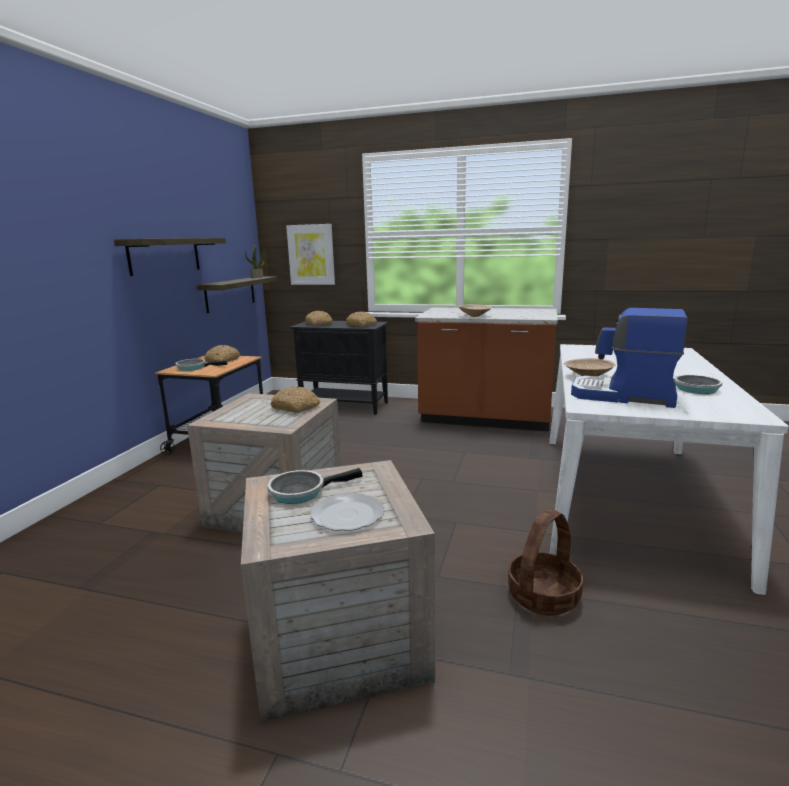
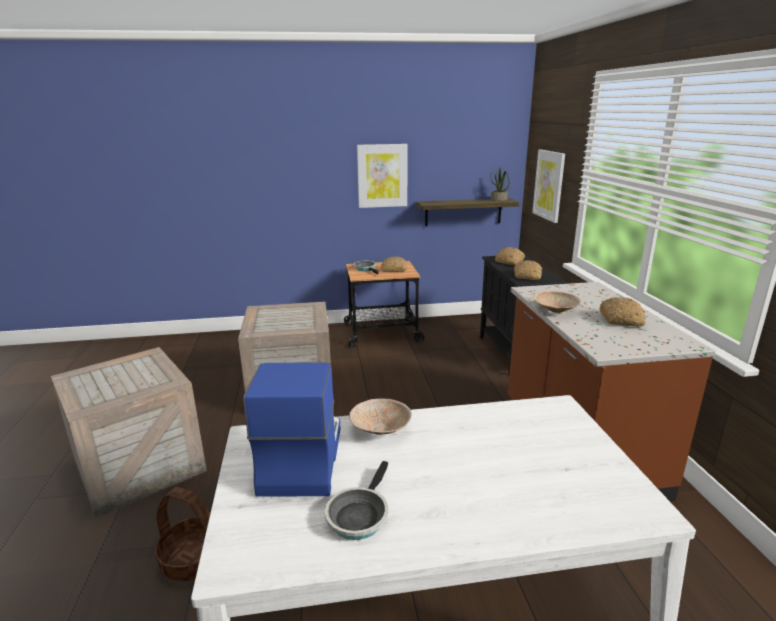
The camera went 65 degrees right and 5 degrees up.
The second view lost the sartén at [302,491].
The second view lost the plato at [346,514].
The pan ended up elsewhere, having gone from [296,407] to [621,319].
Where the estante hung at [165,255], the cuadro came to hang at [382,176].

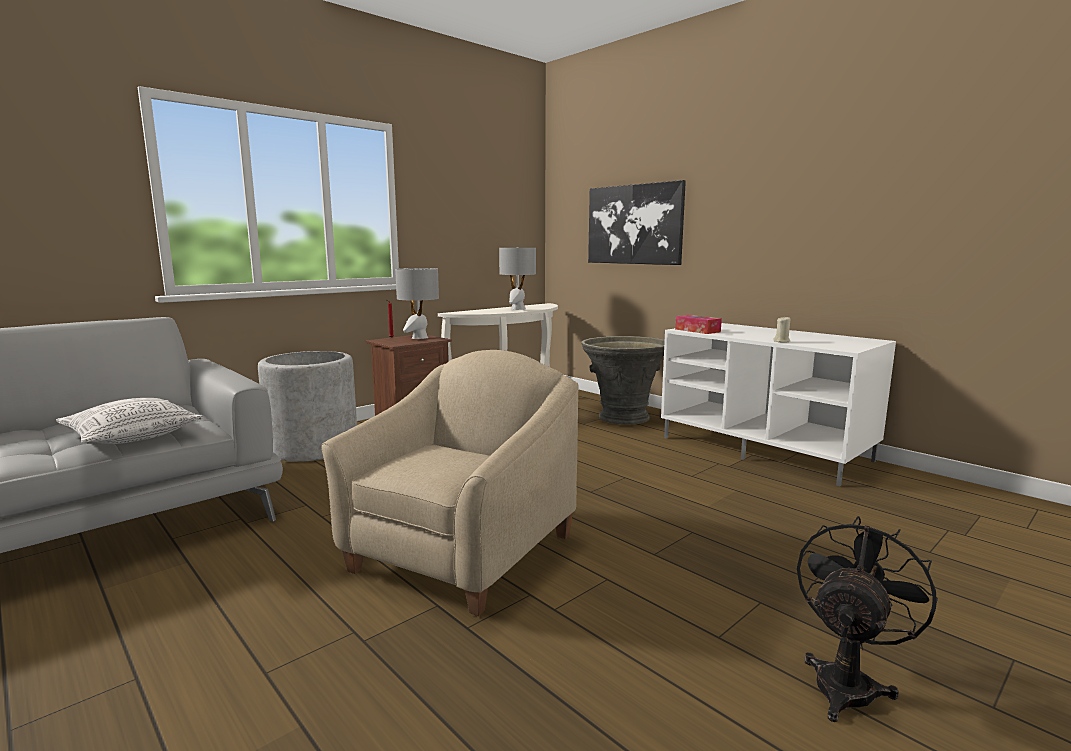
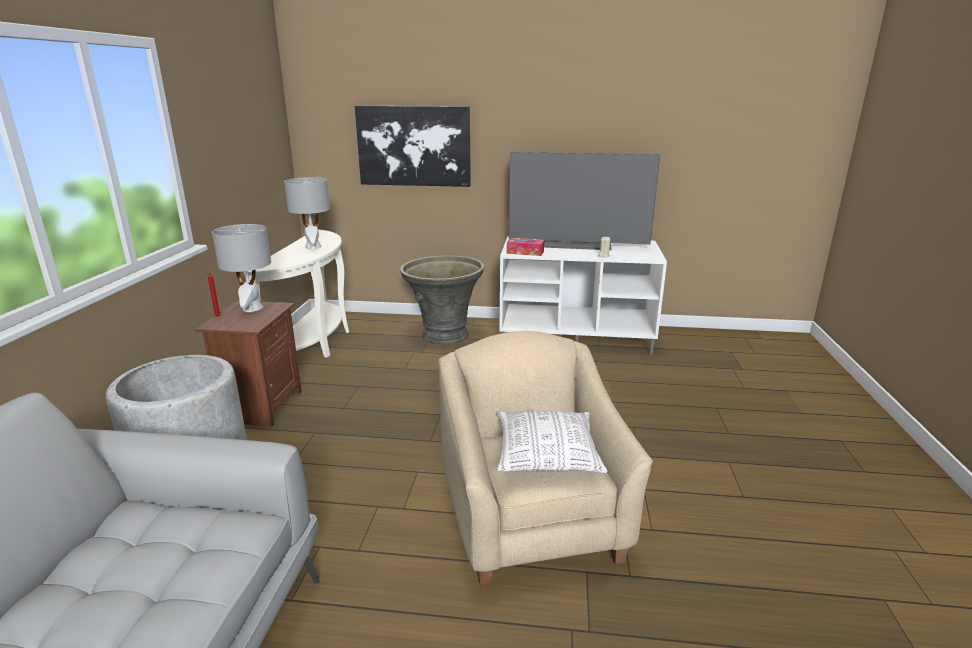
The camera went 40 degrees left and 10 degrees up.
The second view lost the ventilador/negro at [847,682].
The second view gained the televisor at [577,244].
The cojín ended up elsewhere, having gone from [133,437] to [546,455].

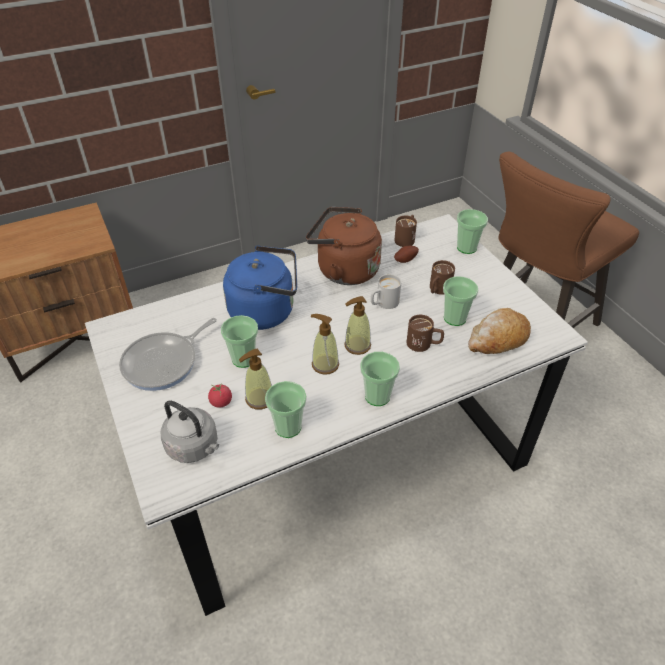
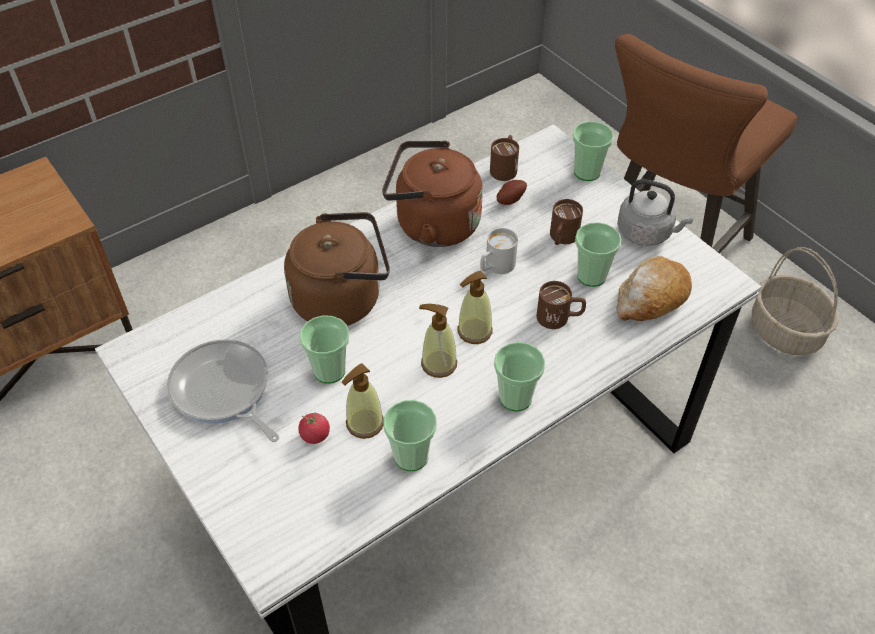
The camera went 10 degrees left and 5 degrees up.
The second view gained the cesta at [786,331].
The hervidor/gris ended up elsewhere, having gone from [194,447] to [647,233].
What was the hervidor/azul at [266,311] turned into the hervidor/marrón at [342,298].
The sartén at [164,363] ended up facing another way, 105 degrees clockwise from before.

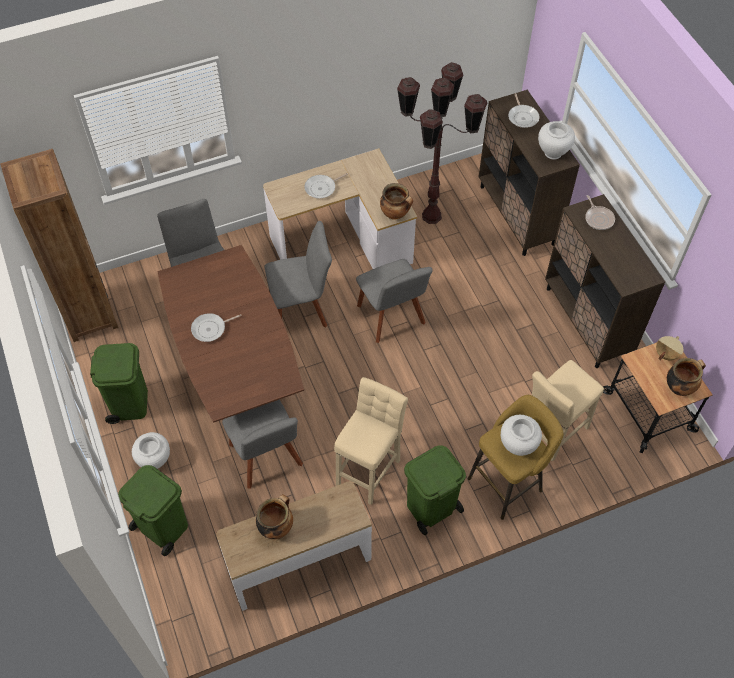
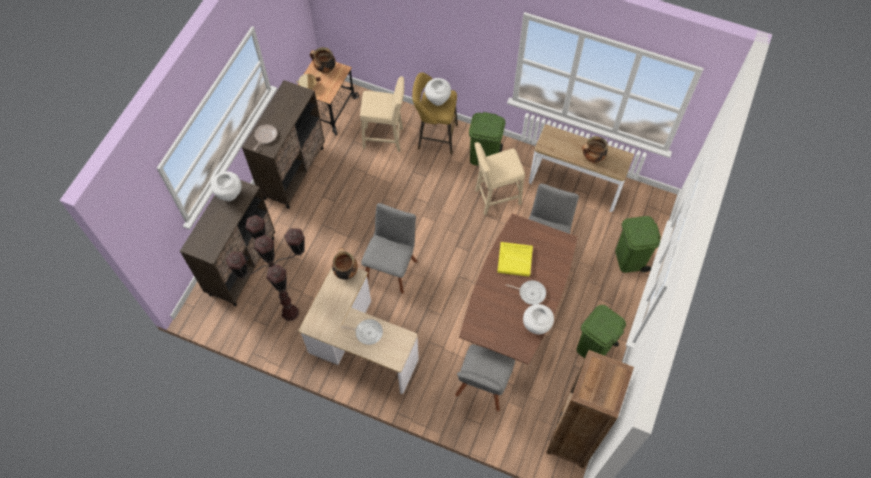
The camera went 135 degrees left and 5 degrees up.
The second view lost the silla/gris at [301,309].
The second view lost the sartén at [522,117].
The second view gained the bandeja/amarillo at [515,259].
The florero/blanco ended up elsewhere, having gone from [154,461] to [536,326].

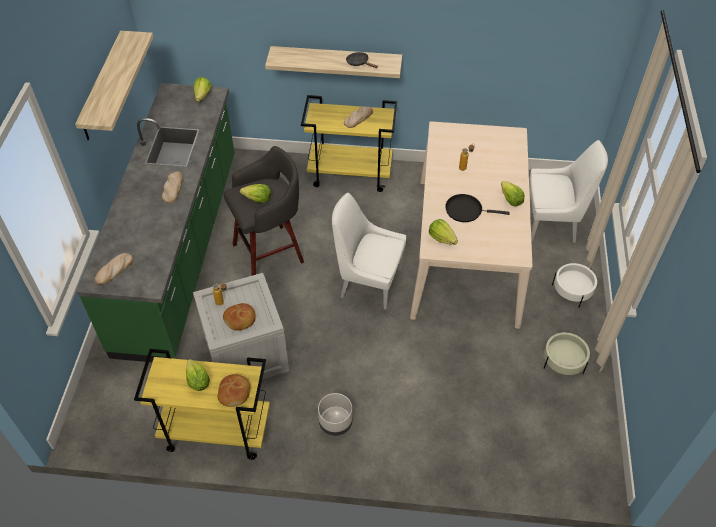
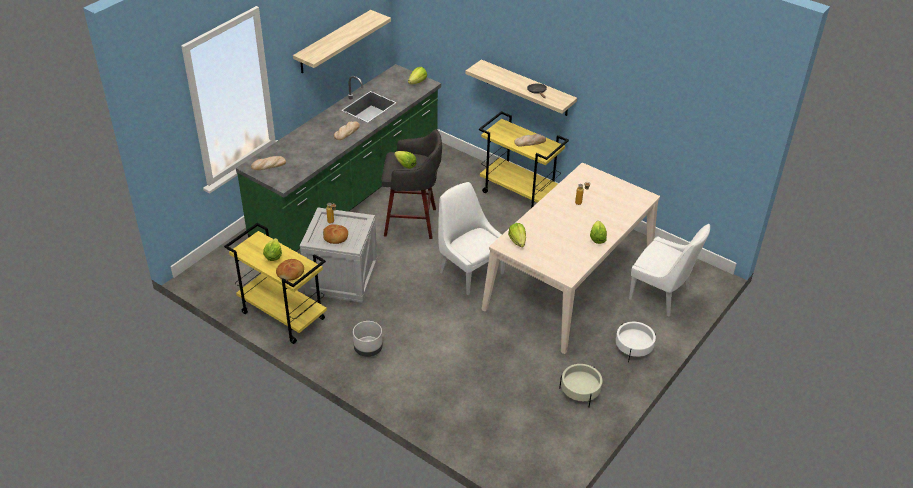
The camera went 30 degrees right and 10 degrees down.
The second view lost the sartén/negro at [466,210].

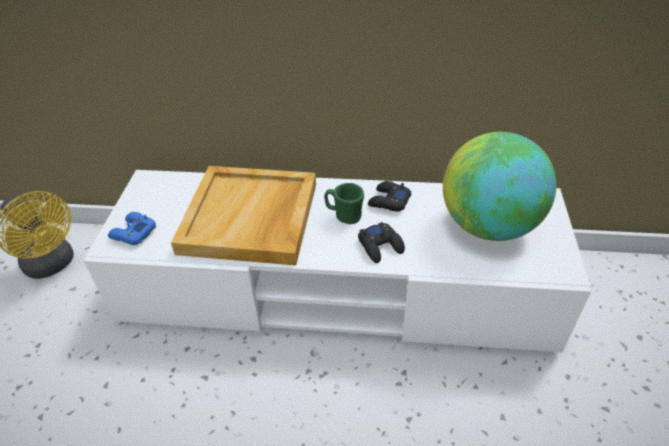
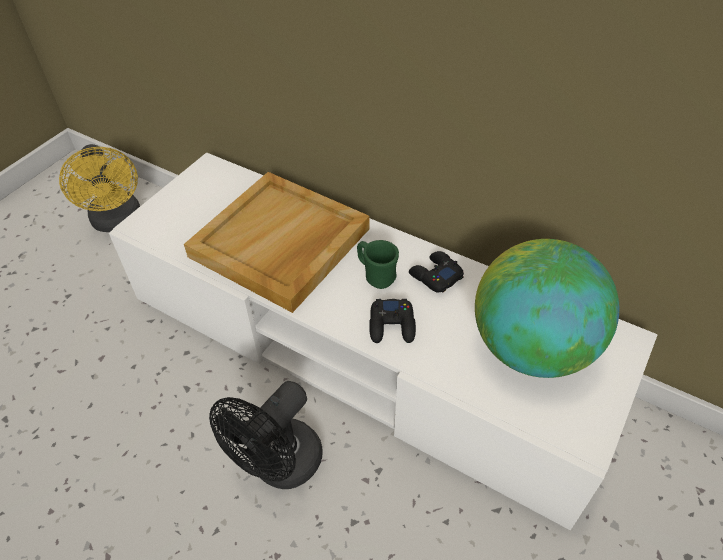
The camera went 25 degrees right and 5 degrees up.
The second view lost the mando de consola/azul at [133,233].
The second view gained the ventilador/negro at [279,466].

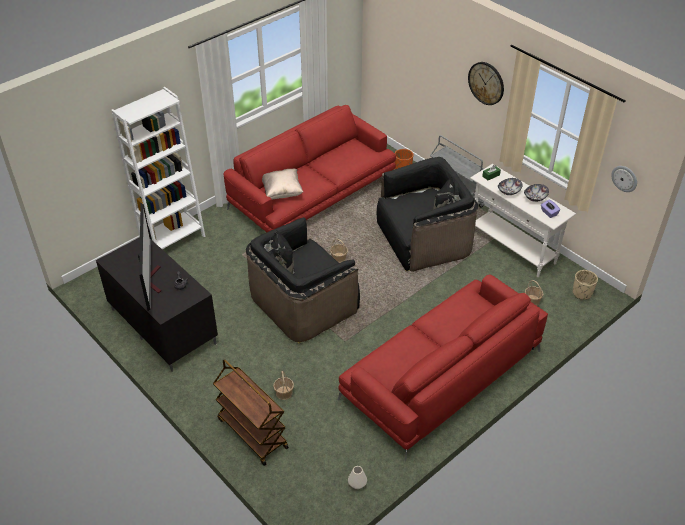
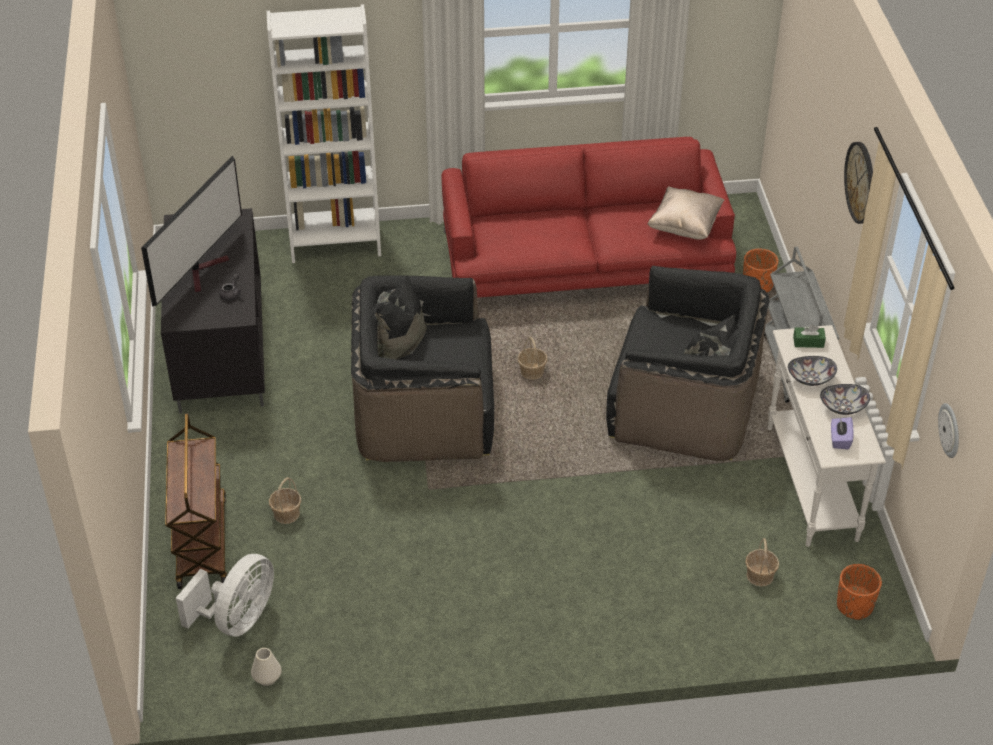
The camera went 35 degrees right and 0 degrees up.
The second view lost the sofá/rojo at [441,375].
The second view gained the ventilador/blanco at [237,619].
The cojín/beis ended up elsewhere, having gone from [282,192] to [685,227].
What was the maceta/beis at [582,293] turned into the maceta/naranja at [854,606].

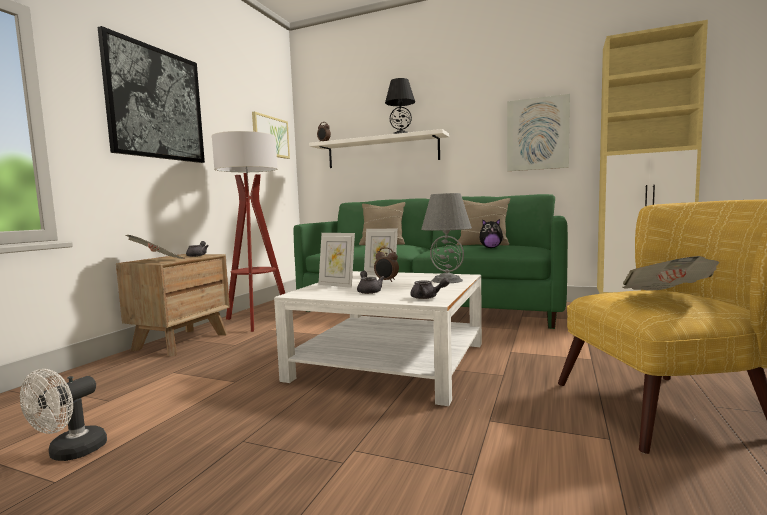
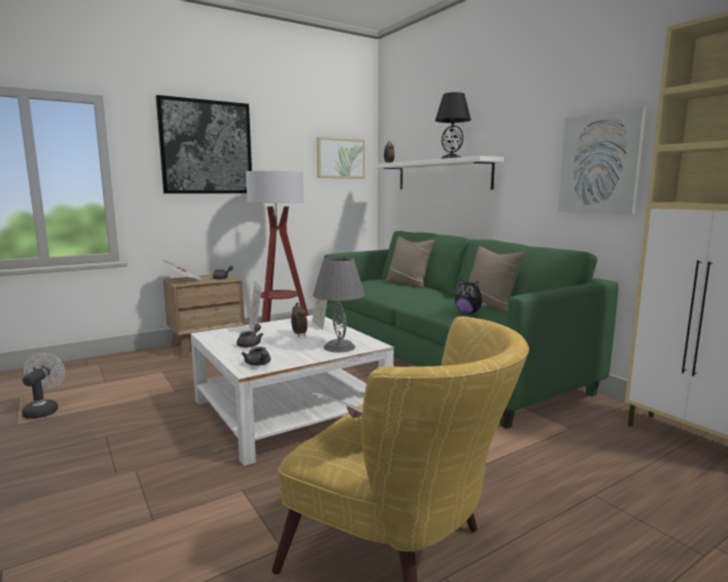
The camera went 35 degrees right and 5 degrees up.
The ventilador/blanco at [70,453] ended up facing another way, 120 degrees clockwise from before.

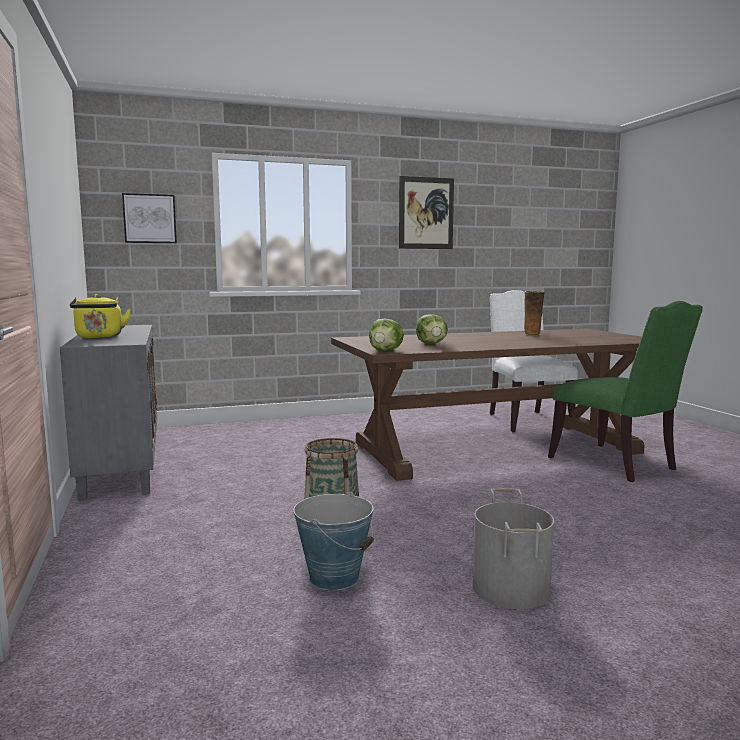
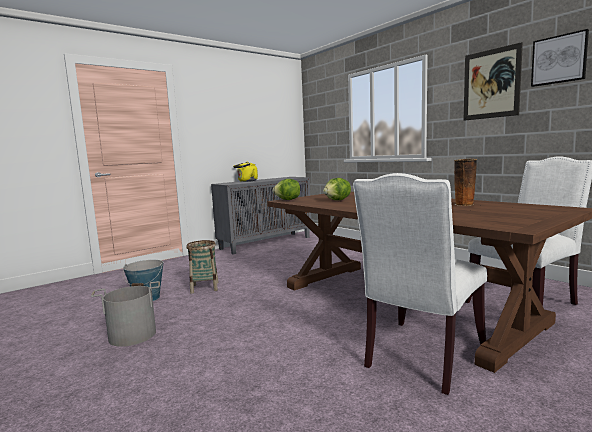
The camera went 70 degrees right and 0 degrees up.
The cuadro ended up elsewhere, having gone from [150,218] to [559,59].
What was the silla/verde at [617,464] turned into the silla/blanco at [421,357].

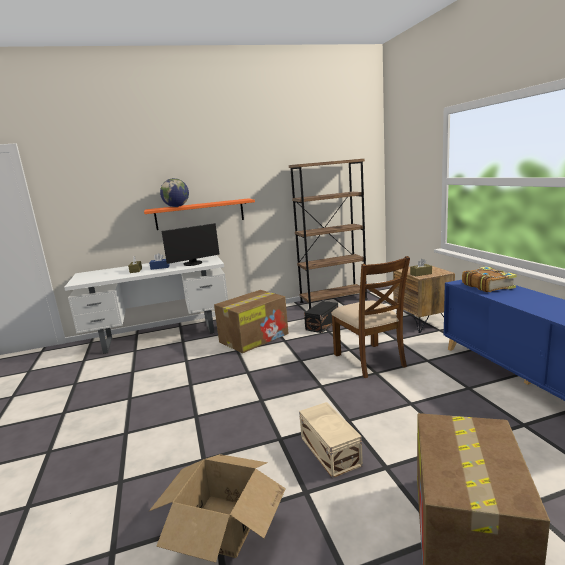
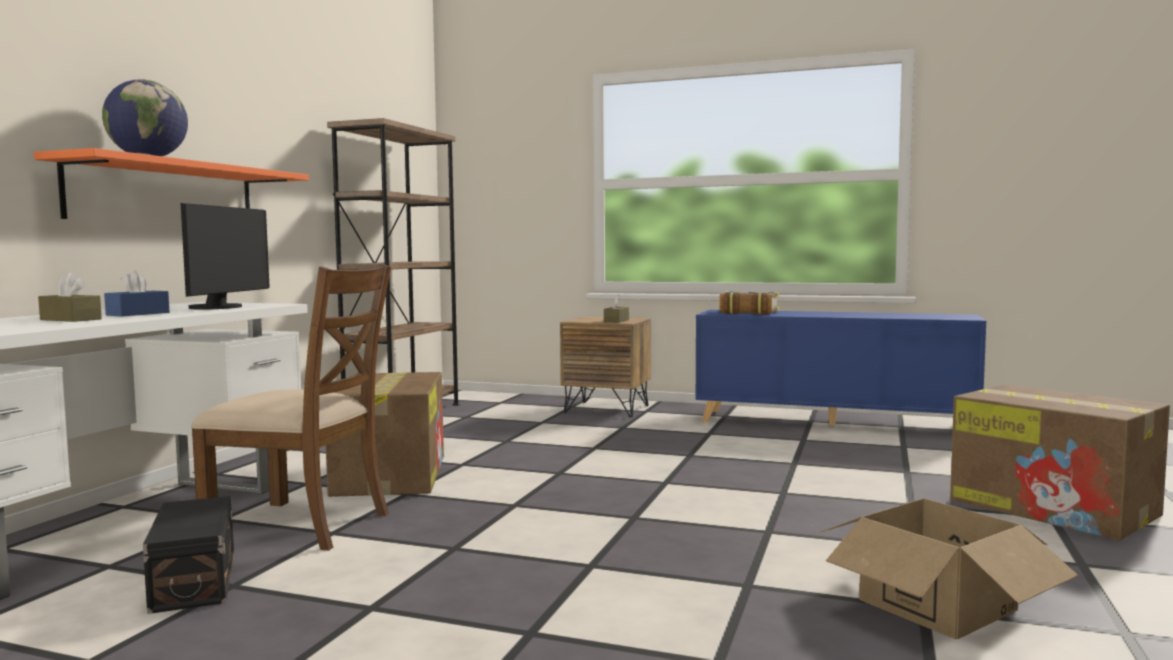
The camera went 55 degrees left and 10 degrees down.
The second view lost the caja de almacenaje/beis at [330,450].
The caja de almacenaje/negro ended up elsewhere, having gone from [321,325] to [192,582].
The silla/marrón ended up elsewhere, having gone from [370,360] to [301,525].

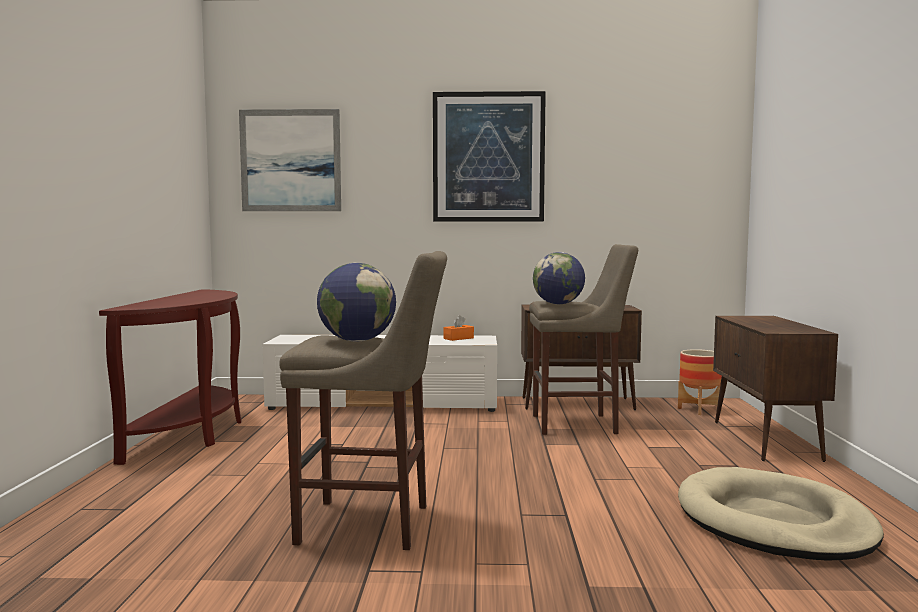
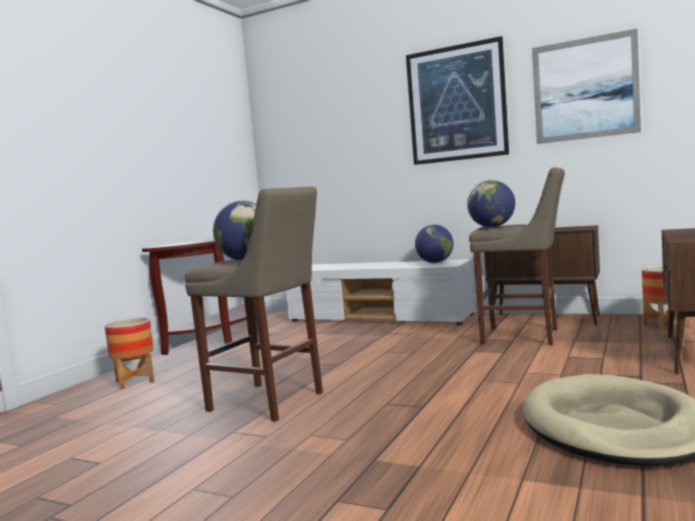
The camera went 25 degrees right and 0 degrees up.
The second view gained the maceta at [134,382].
The cuadro ended up elsewhere, having gone from [290,160] to [585,89].
Where the caja de pañuelos/naranja stood at [458,338], the globo terráqueo came to stand at [435,262].

